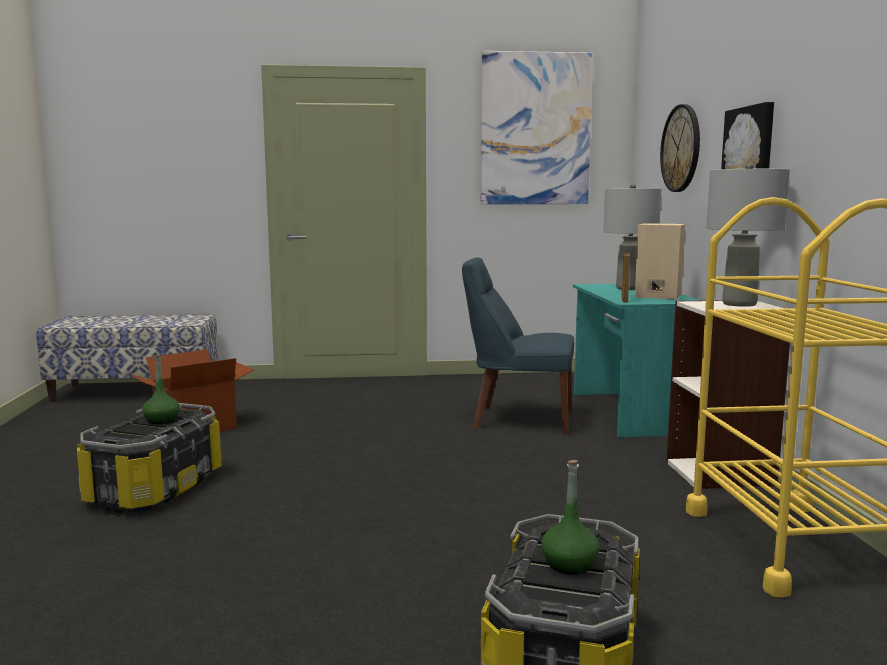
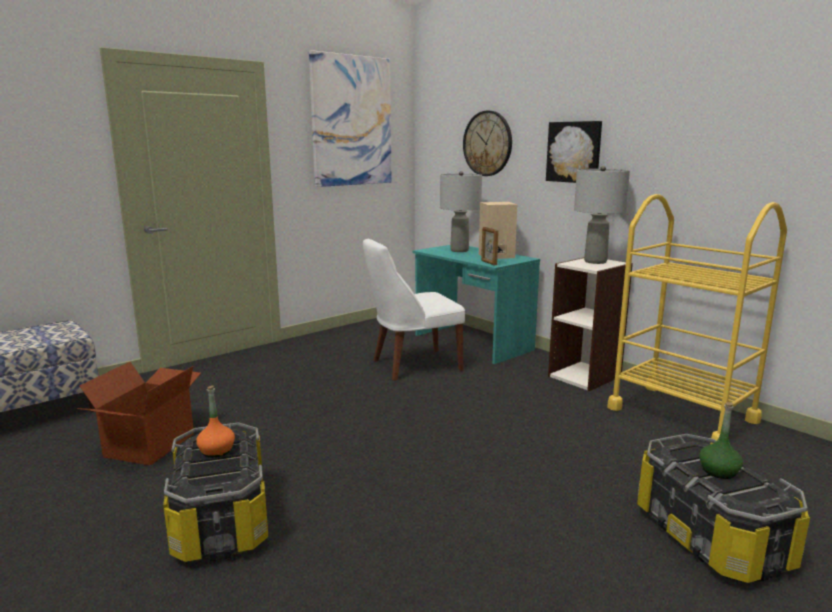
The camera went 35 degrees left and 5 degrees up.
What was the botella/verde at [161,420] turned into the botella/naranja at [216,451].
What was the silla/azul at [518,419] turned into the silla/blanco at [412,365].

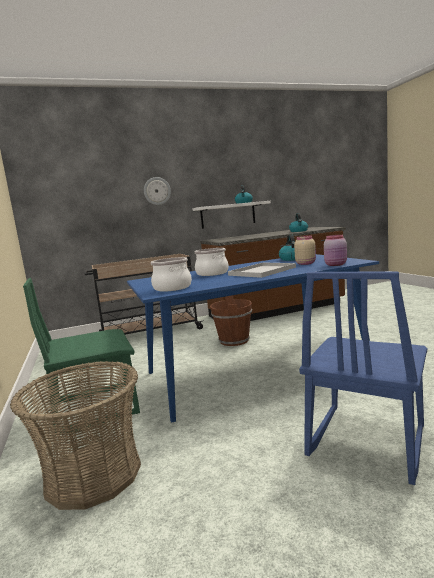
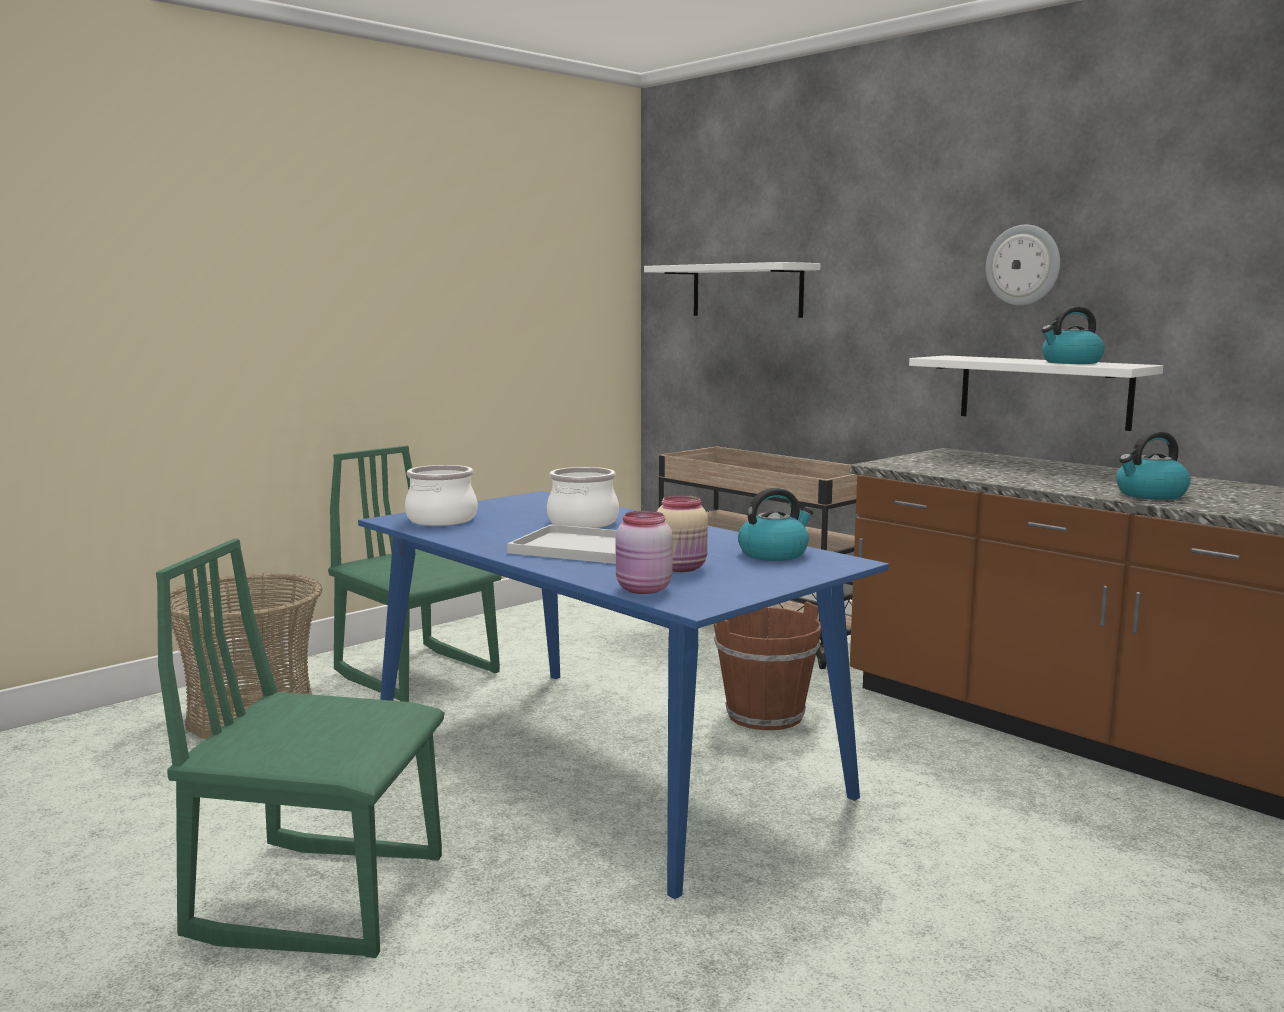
The camera went 65 degrees right and 0 degrees up.
The second view gained the estante/blanco at [746,291].
The reloj de pared ended up elsewhere, having gone from [157,191] to [1023,265].
What was the silla/azul at [365,441] turned into the silla/verde at [320,896].

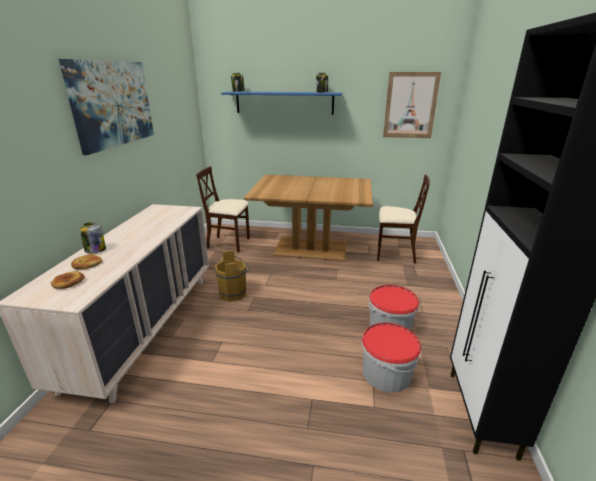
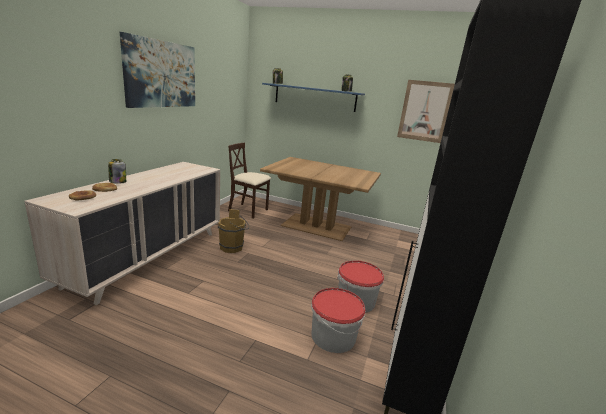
The camera went 10 degrees right and 5 degrees down.
The second view lost the silla/beis at [395,254].

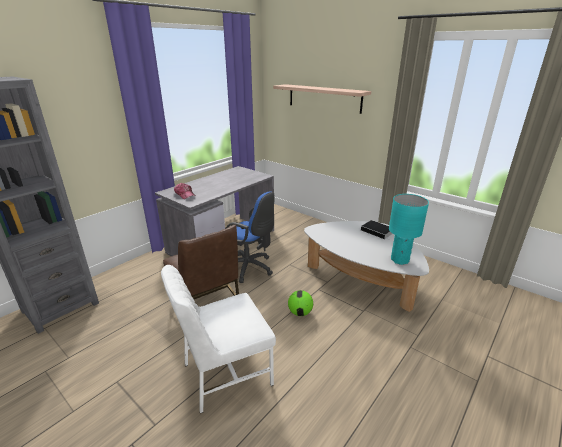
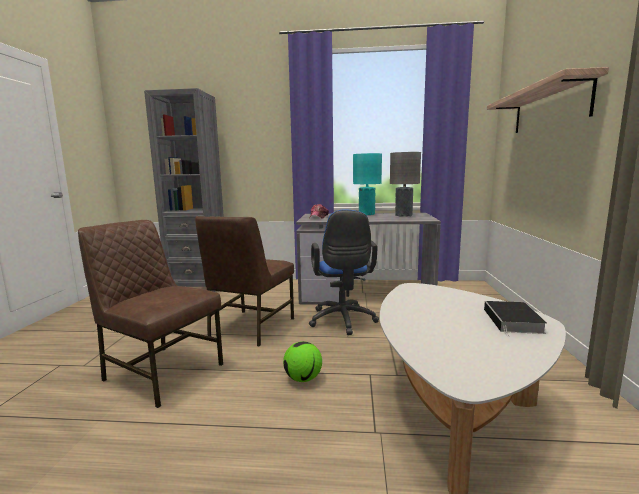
The camera went 55 degrees right and 15 degrees down.
The second view gained the lámpara de mesa/gris at [403,215].
The lámpara de mesa/turquesa ended up elsewhere, having gone from [400,260] to [366,214].
What was the silla/blanco at [225,373] turned into the silla/marrón at [161,372].

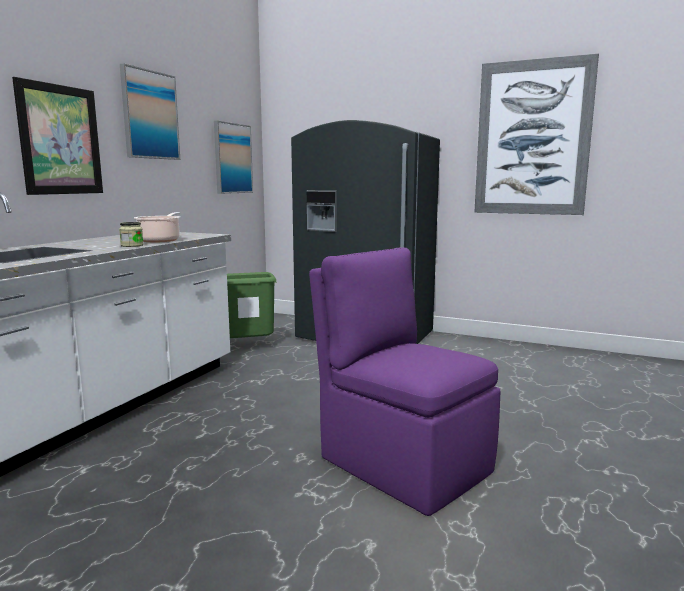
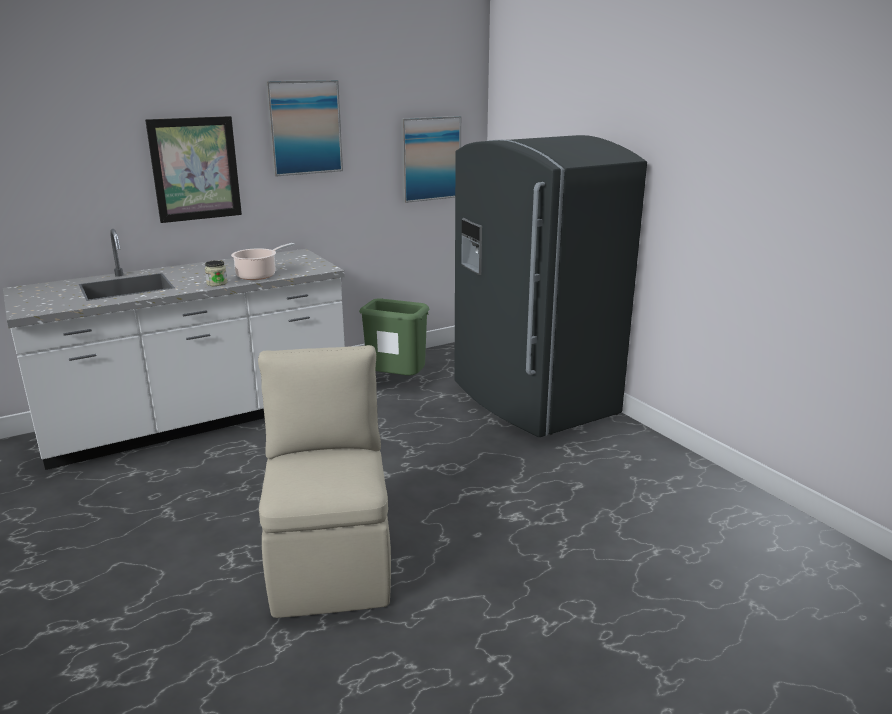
The camera went 35 degrees right and 10 degrees up.
The second view lost the cuadro at [532,138].
What was the silla/morado at [402,463] turned into the silla/beis at [331,562].

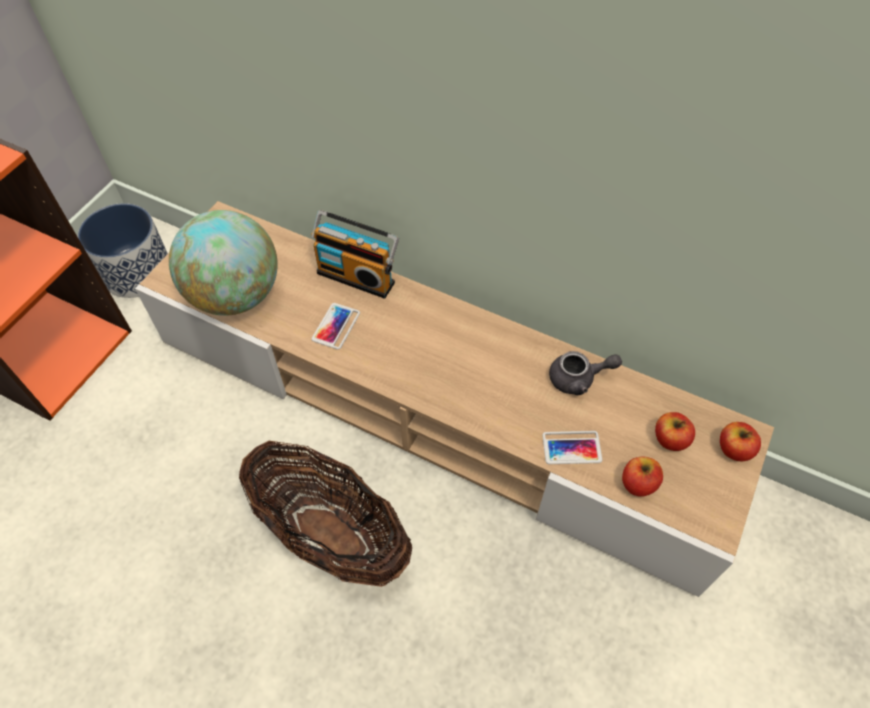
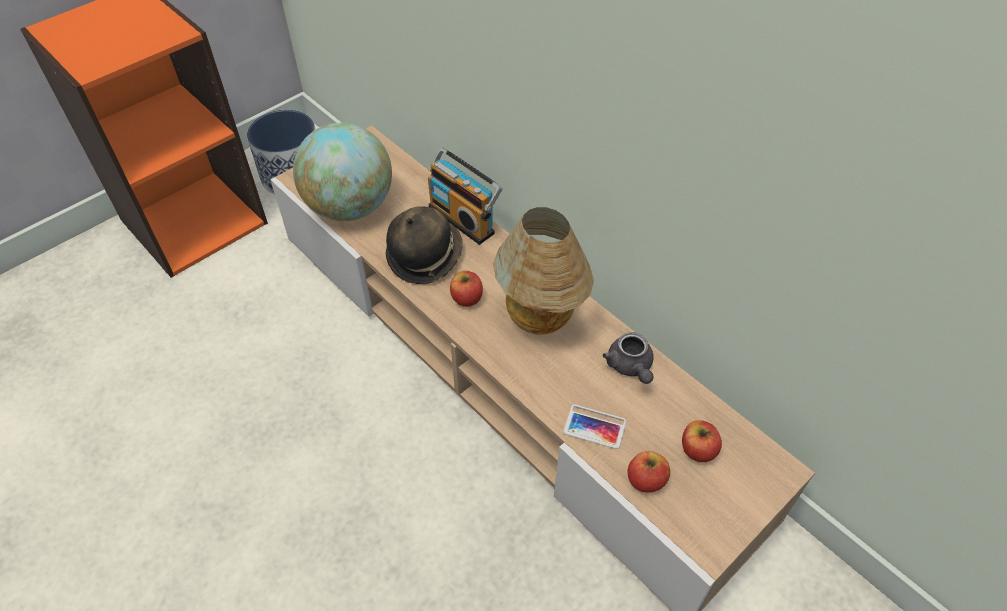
The camera went 20 degrees right and 5 degrees down.
The second view lost the cesta at [331,535].
The second view gained the lámpara de mesa at [540,322].
The manzana ended up elsewhere, having gone from [733,449] to [466,298].
Where the móvil stood at [336,326], the sombrero came to stand at [424,256].
The tetera/gris at [578,379] ended up facing another way, 60 degrees clockwise from before.

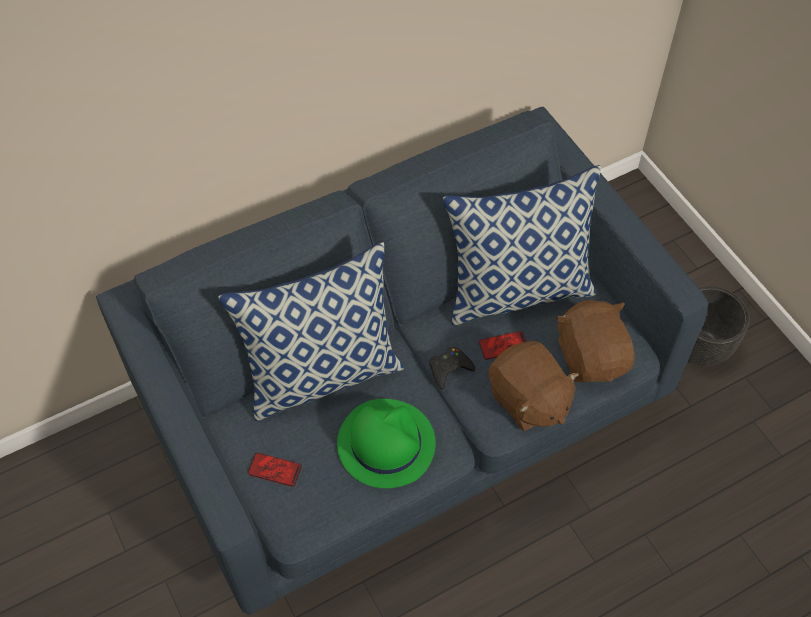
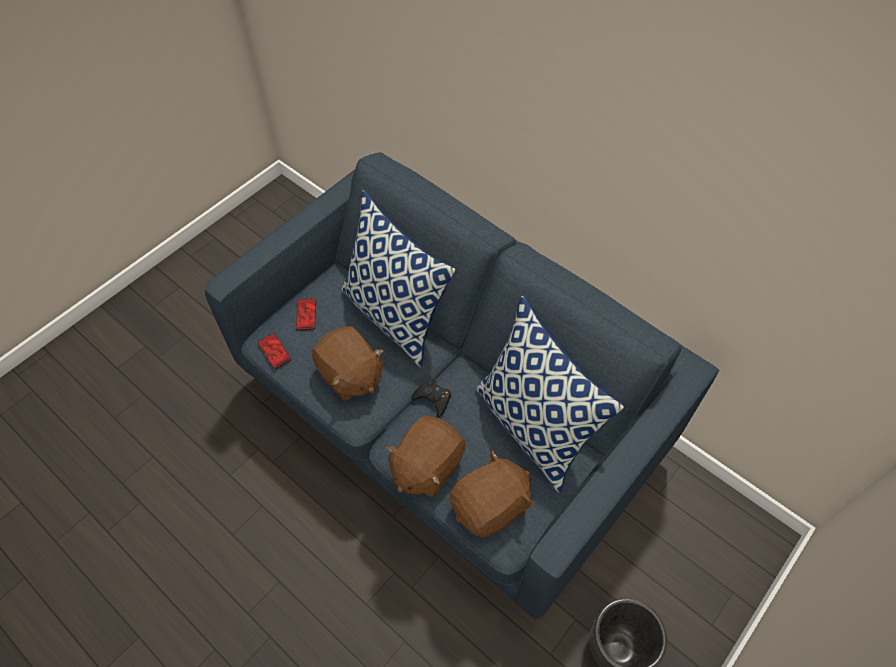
The camera went 70 degrees right and 0 degrees up.
The móvil ended up elsewhere, having gone from [503,346] to [274,351].
Where the sombrero/verde stood at [385,443], the peluche/marrón came to stand at [350,376].

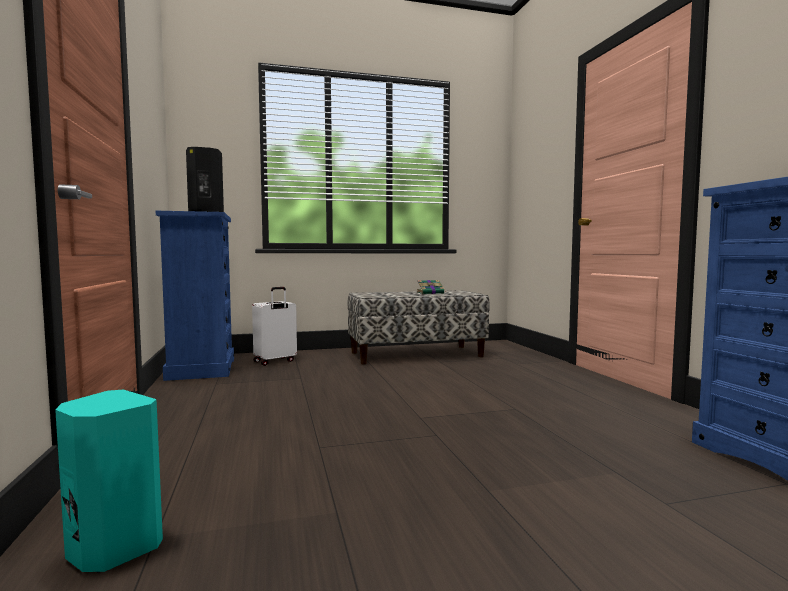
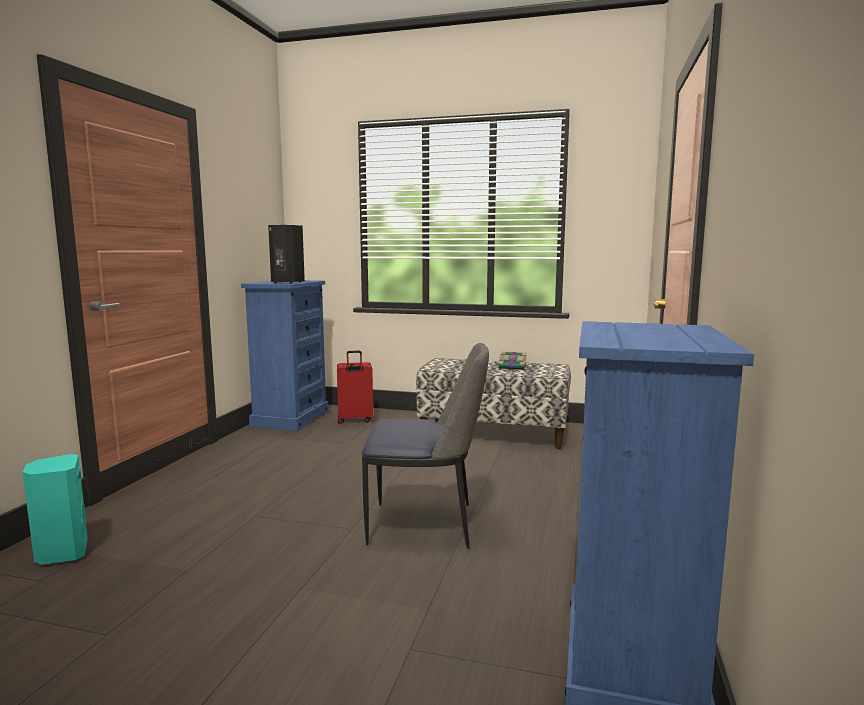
The camera went 30 degrees right and 5 degrees up.
The second view gained the silla at [425,525].
What was the maleta/blanco at [275,361] turned into the maleta/rojo at [355,420].

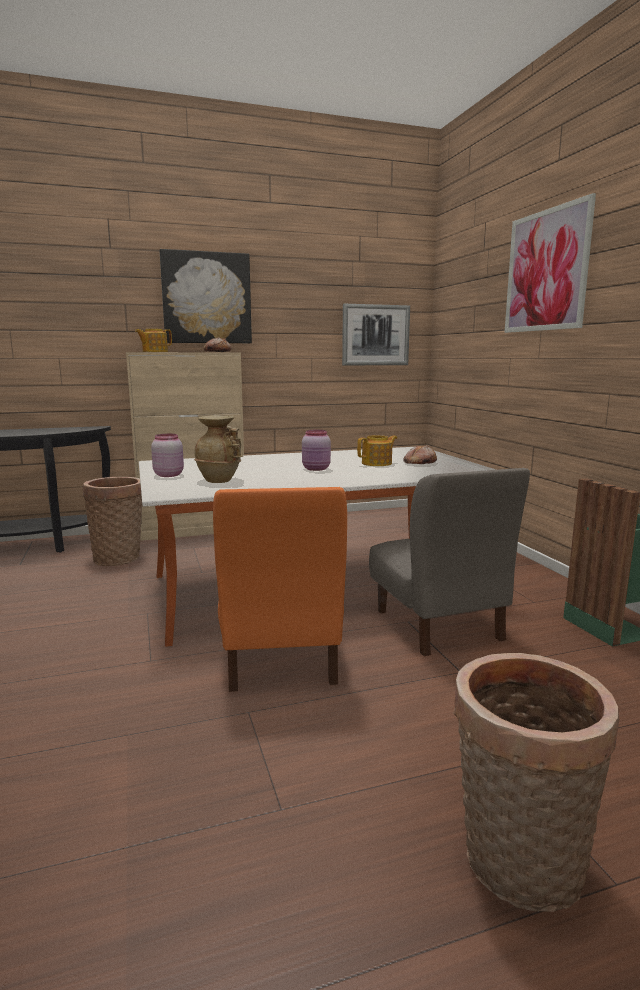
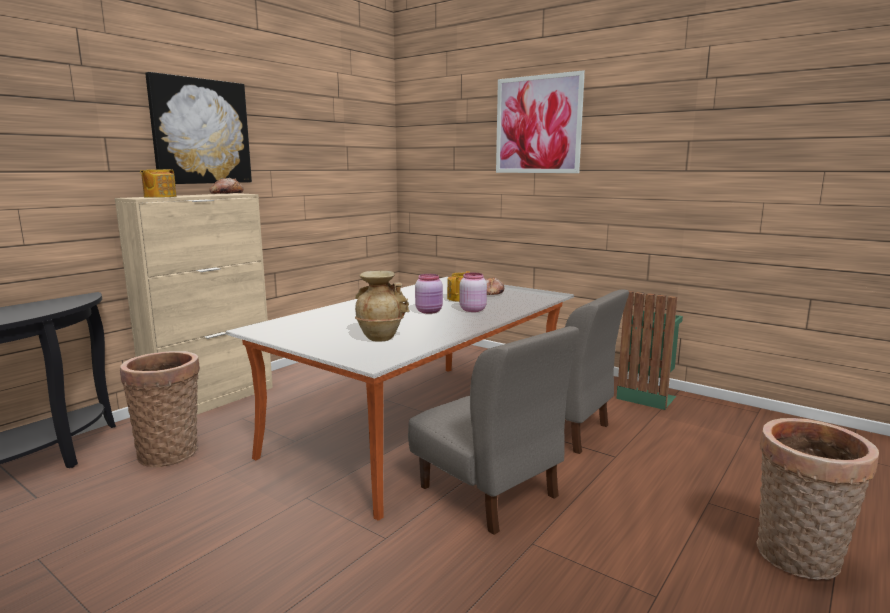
The camera went 35 degrees left and 0 degrees up.
The second view lost the cuadro at [375,335].
The tarro/rosa ended up elsewhere, having gone from [168,475] to [472,310].
What was the silla/naranja at [281,657] turned into the silla/gris at [488,492].

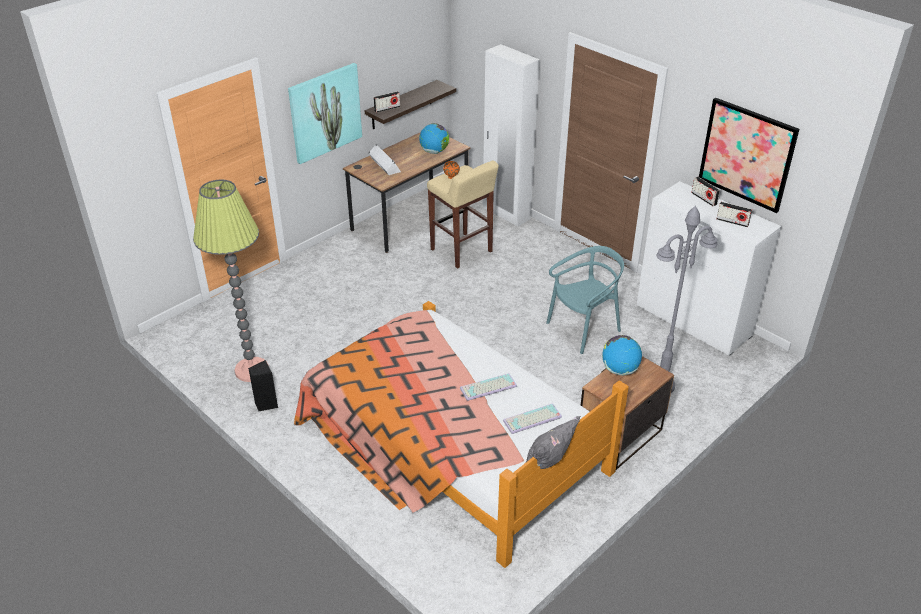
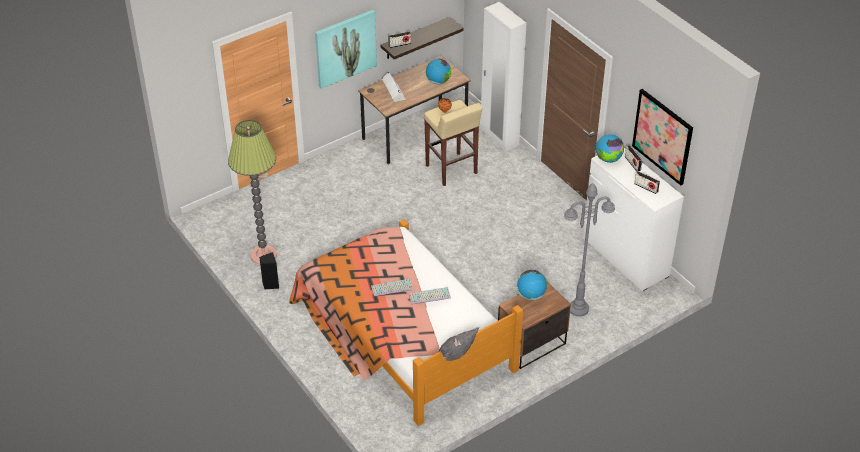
The camera went 10 degrees right and 5 degrees up.
The second view lost the silla/turquesa at [584,329].
The second view gained the globo terráqueo at [608,159].
The teclado ended up elsewhere, having gone from [532,420] to [391,288].

